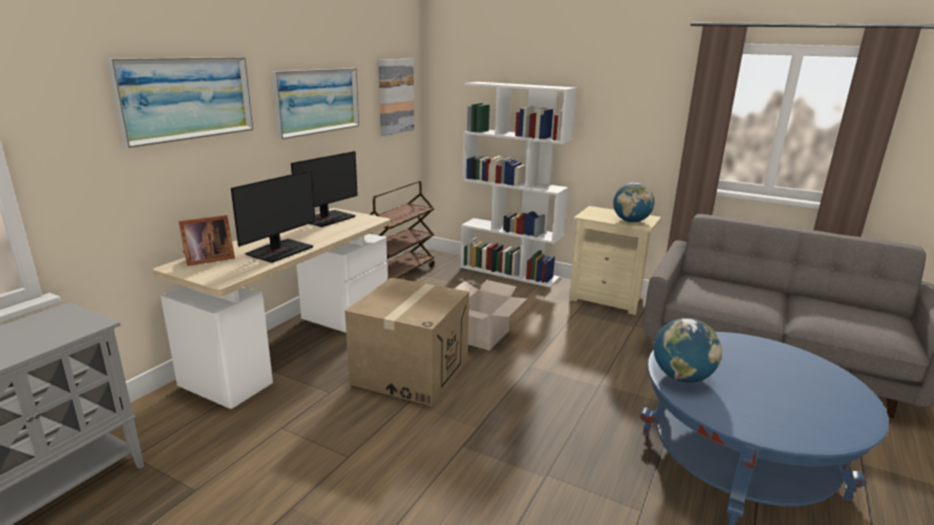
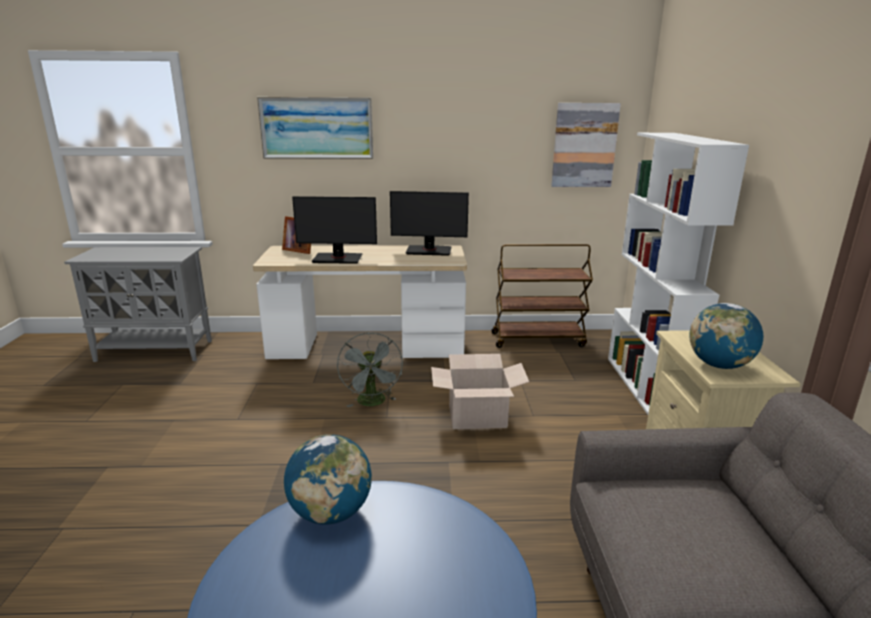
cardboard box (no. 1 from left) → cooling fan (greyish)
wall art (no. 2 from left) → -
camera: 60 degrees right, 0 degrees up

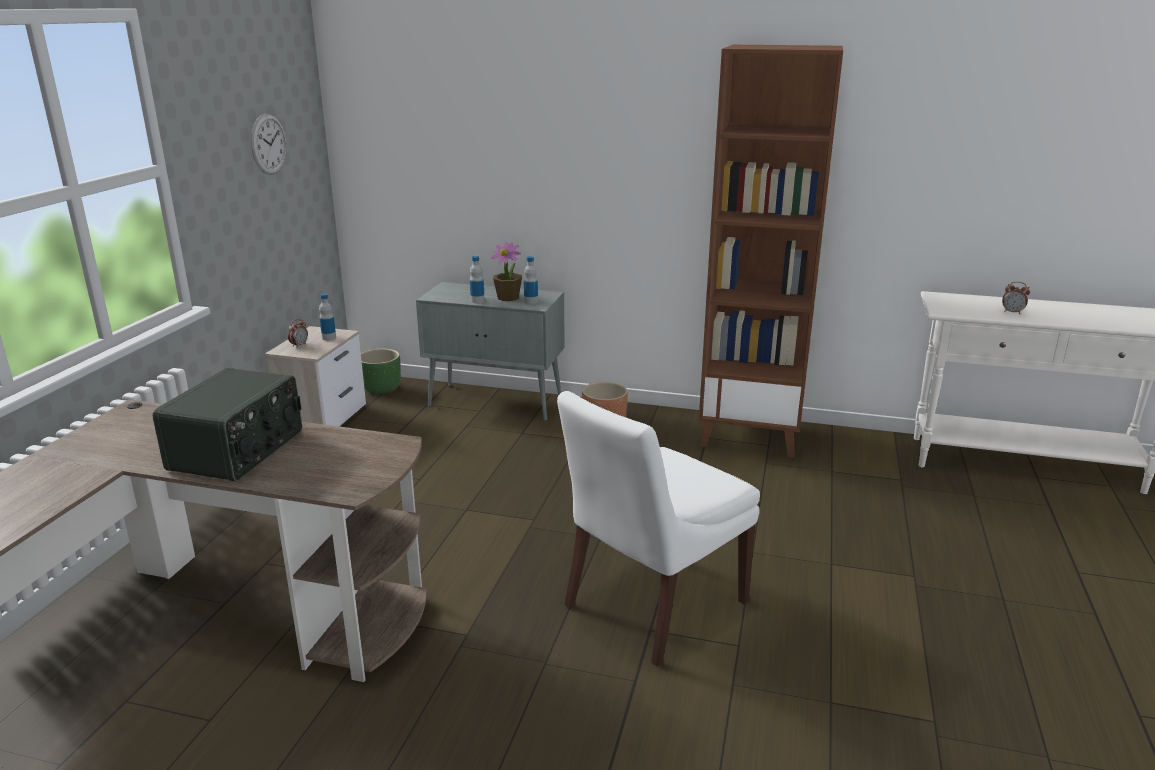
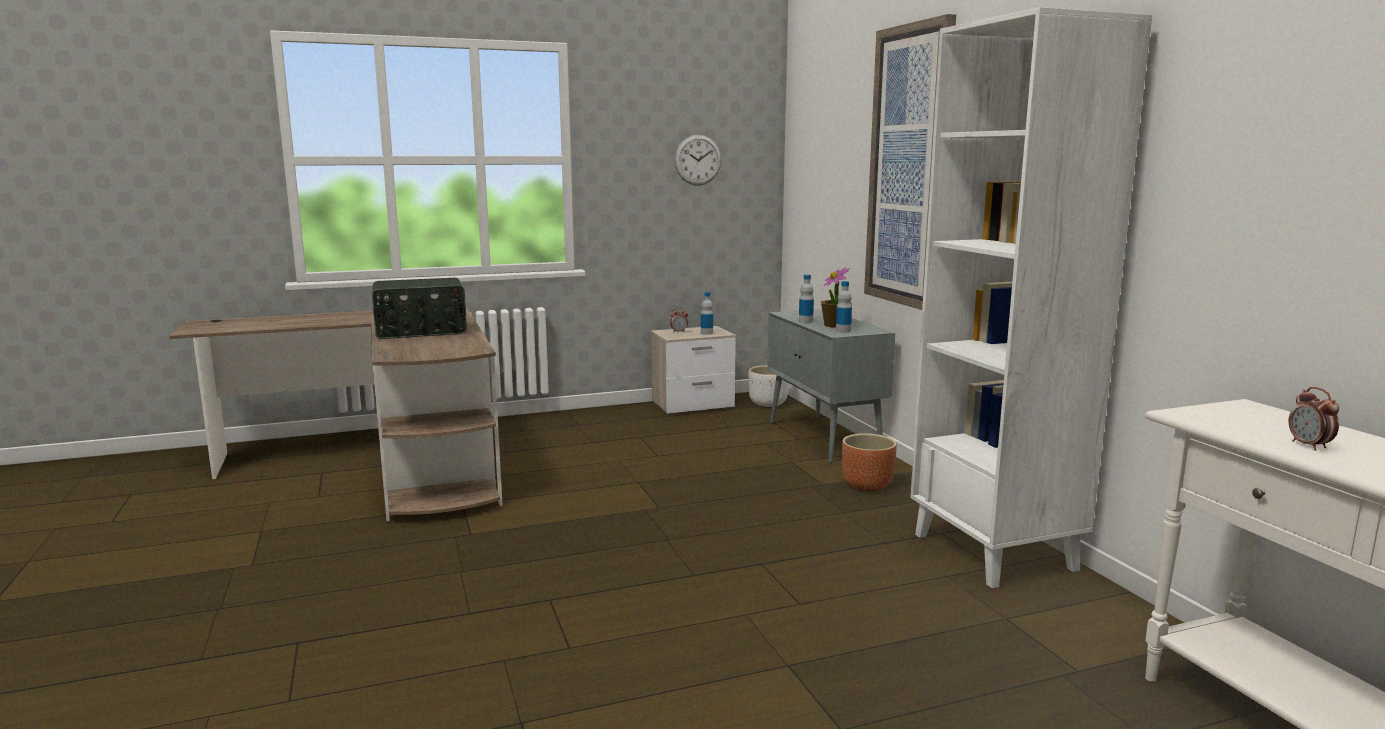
flower pot (green-coloured) → flower pot (white)
- → wall art
bookcase (brownish) → bookcase (white)
plain chair (white) → -
camera: 55 degrees right, 10 degrees down

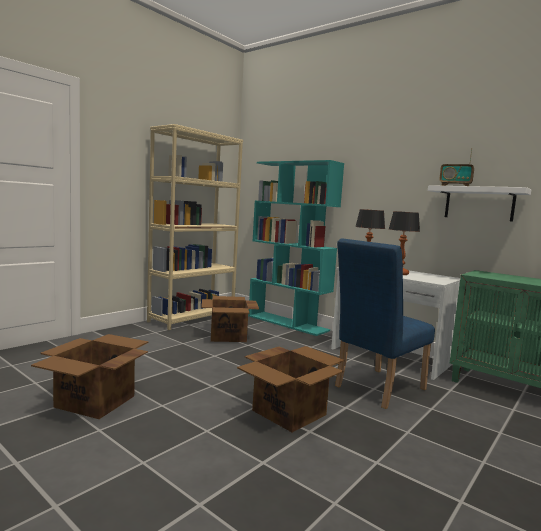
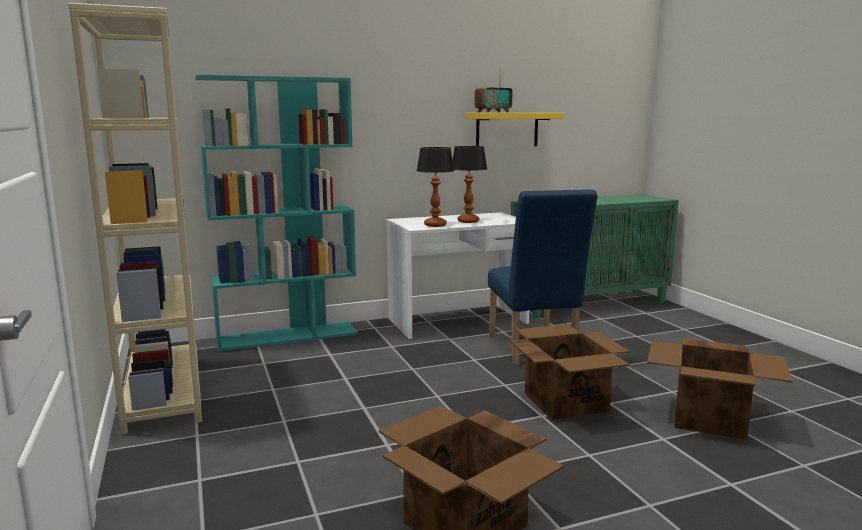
shelf (white) → shelf (yellowish)
cardboard box (no. 2 from left in the first image) → cardboard box (no. 3 from left), relocated
camera: 60 degrees left, 5 degrees up

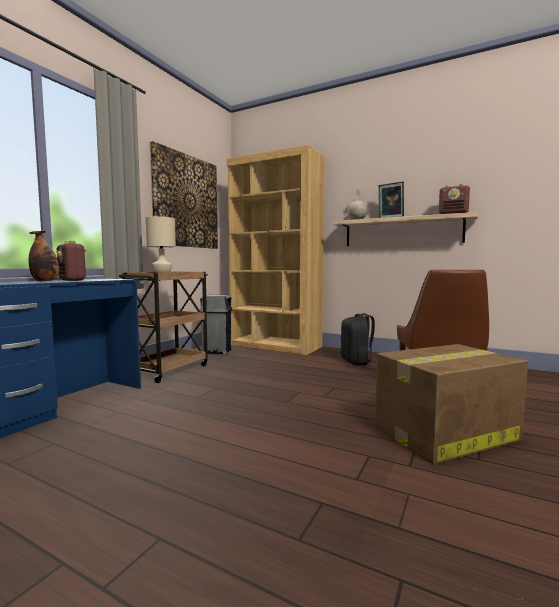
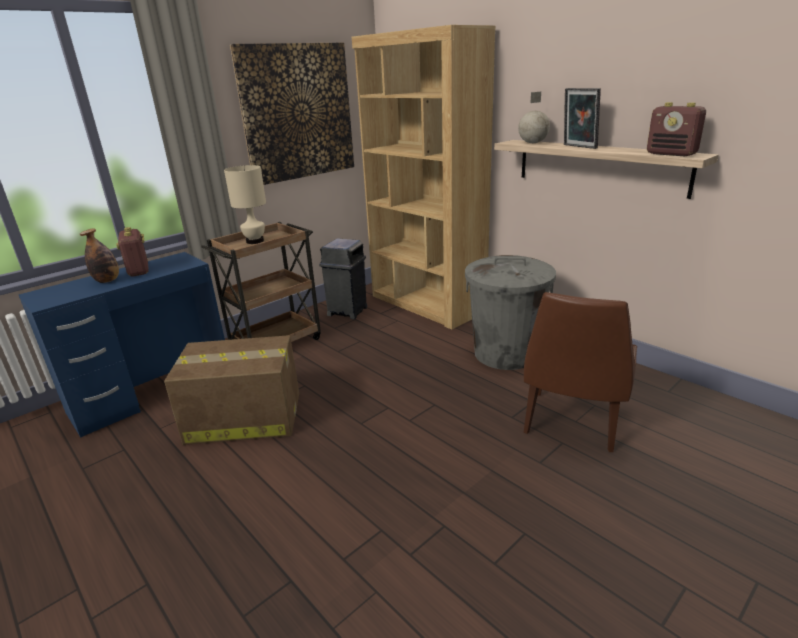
cardboard box, relocated
rucksack (black) → waste bin (greyish) (no. 2 from left)
camera: 20 degrees right, 20 degrees up

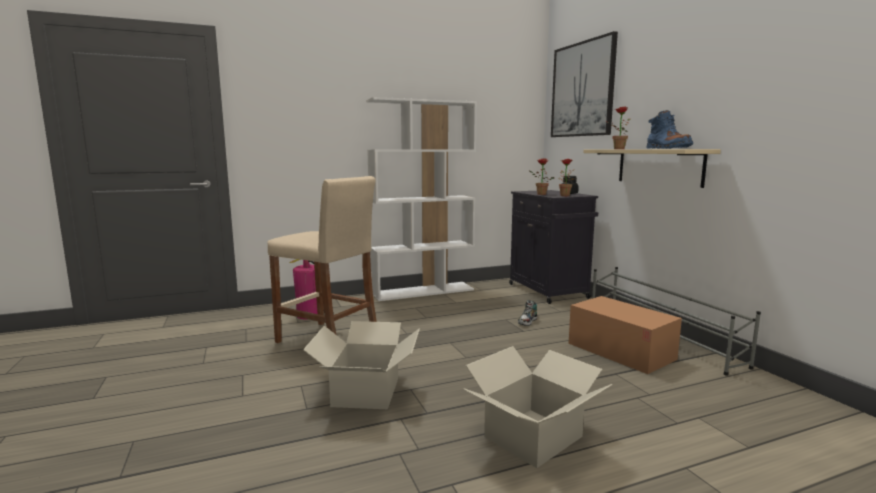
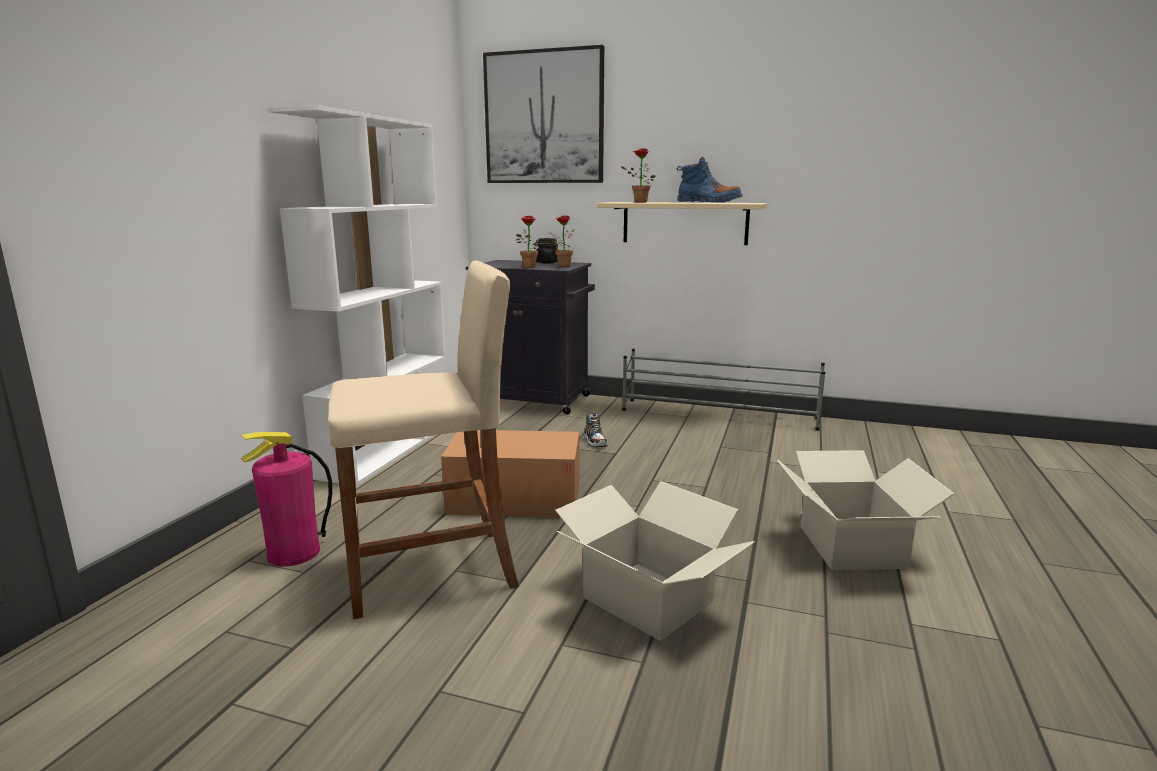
cardboard box (no. 3 from left in the first image) → cardboard box (no. 1 from left), relocated
camera: 50 degrees left, 5 degrees up

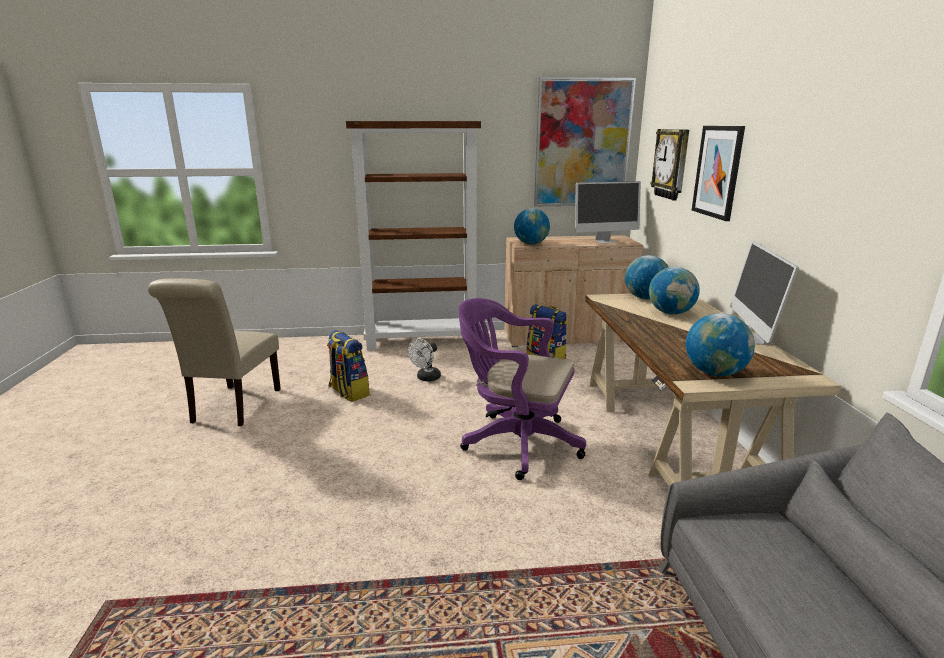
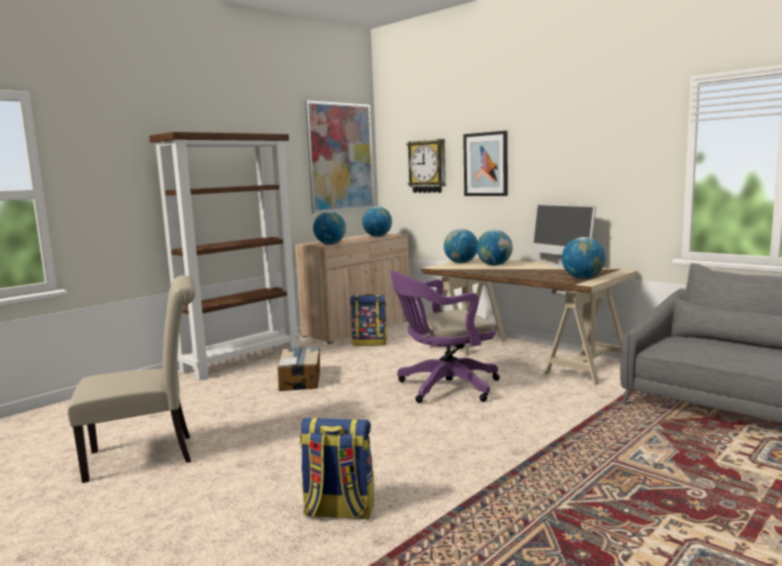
plain chair (beige-coloured), 75 degrees counterclockwise
cooling fan (white) → cardboard box
rucksack (no. 1 from left), relocated
computer display (no. 1 from left) → desk globe (no. 2 from left)
camera: 40 degrees left, 10 degrees down

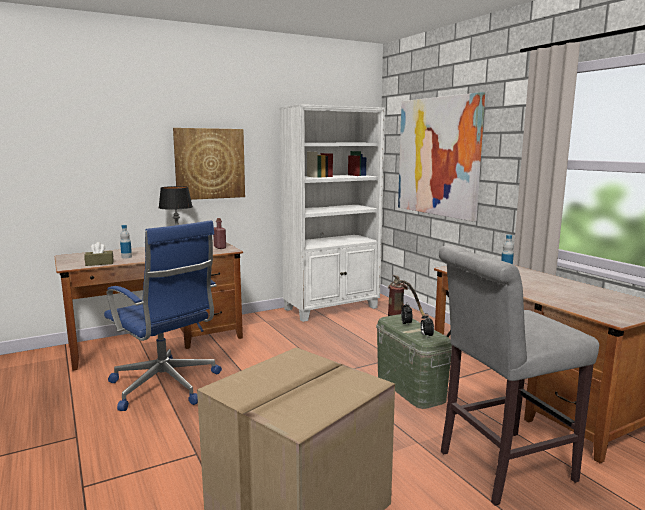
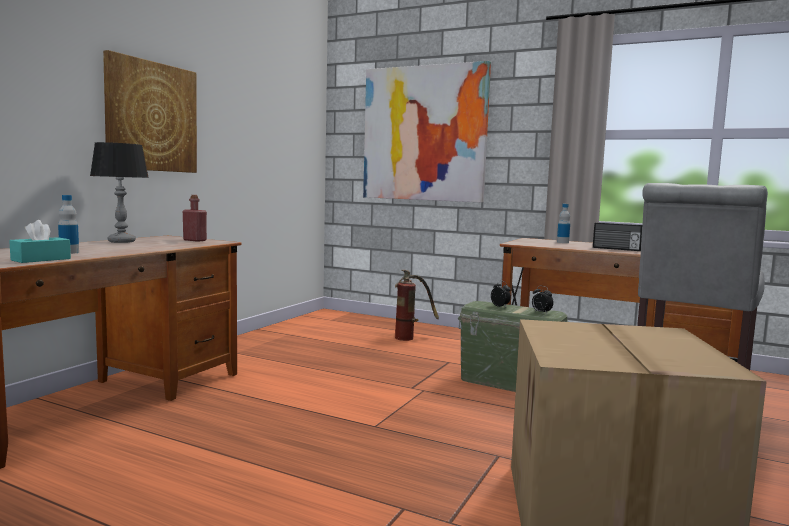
tissue holder (brownish) → tissue holder (turquoise)
- → radio set
office chair (blue) → -
bookcase (white) → -
camera: 35 degrees left, 5 degrees down

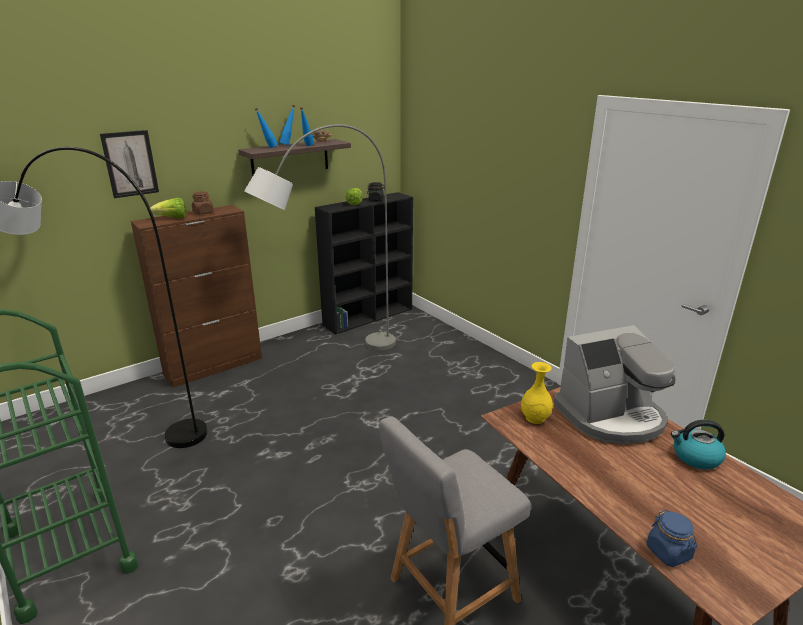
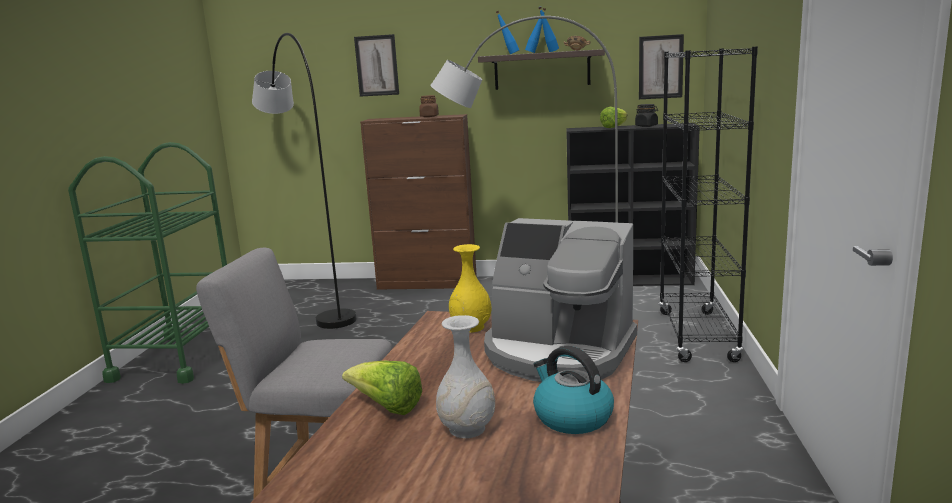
head of lettuce (no. 1 from left), relocated
- → decorative vase (white)
- → wall art (no. 2 from left)
- → bookcase (black) (no. 2 from left)
jar (blue) → -
camera: 45 degrees right, 10 degrees down

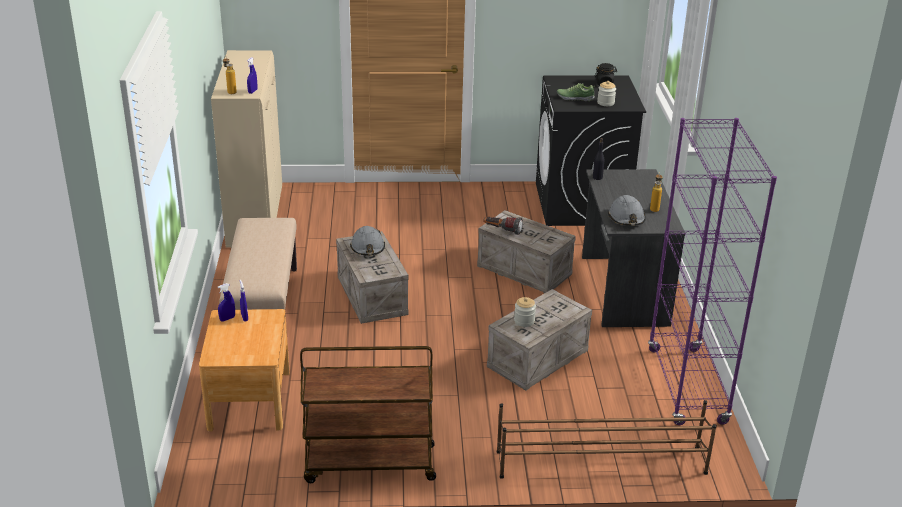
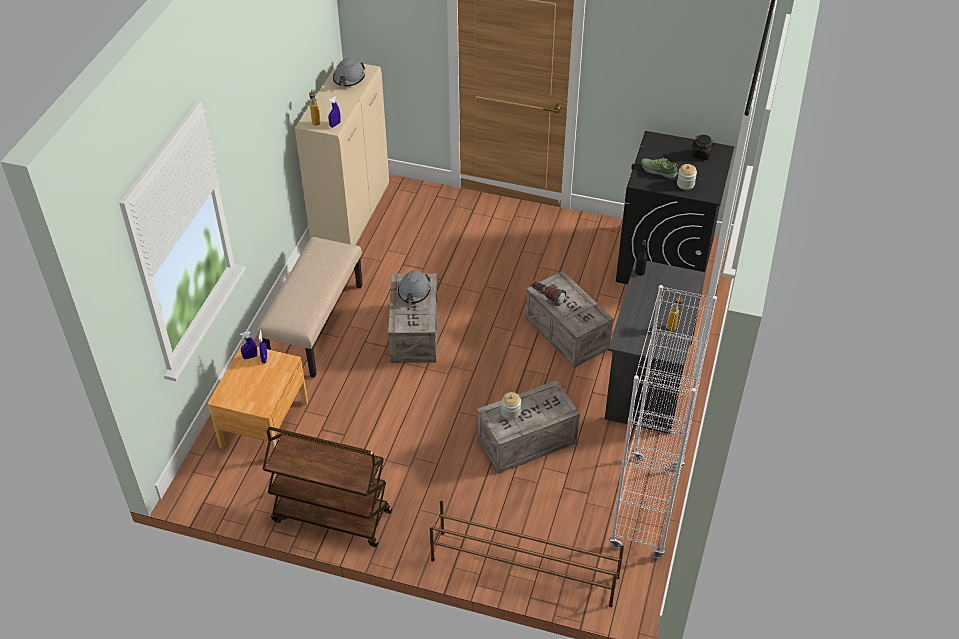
hard hat (greyish) (no. 2 from left in the first image) → hard hat (greyish) (no. 1 from left), relocated
bookcase (purple-coloured) → bookcase (white)
camera: 20 degrees right, 15 degrees up

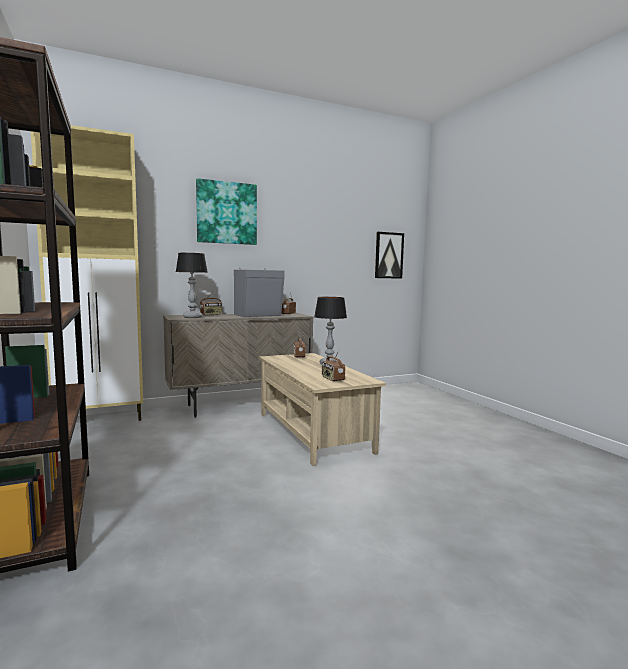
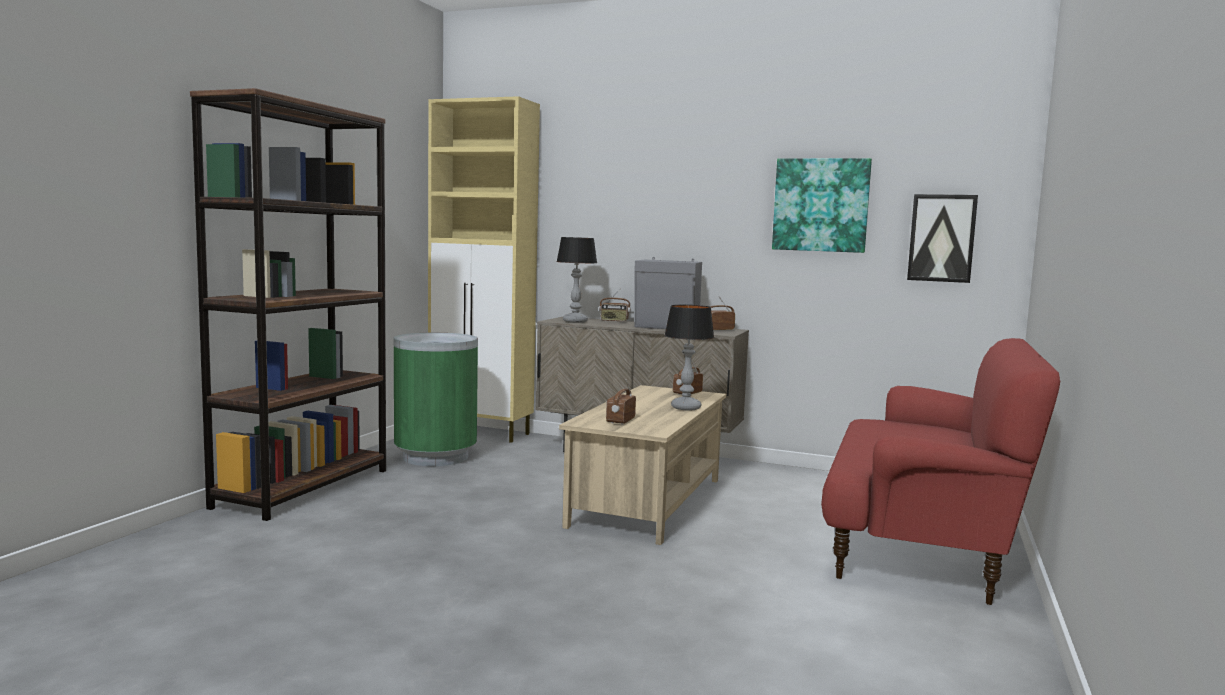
- → waste bin (green-coloured)
wall art (no. 1 from left), relocated
- → settee (red-coloured)
camera: 45 degrees right, 0 degrees up

